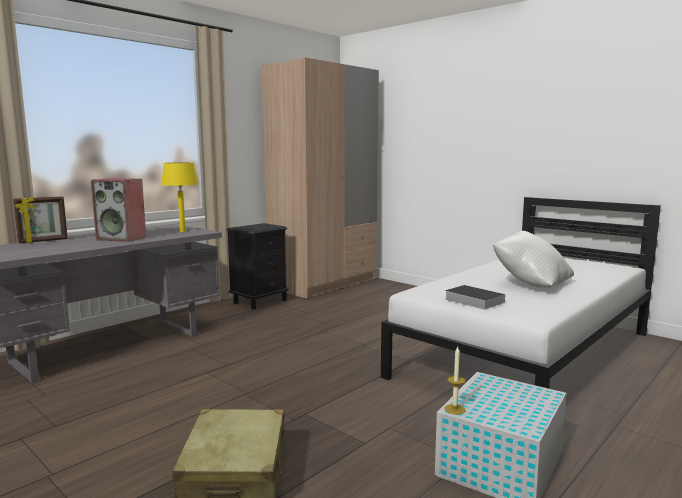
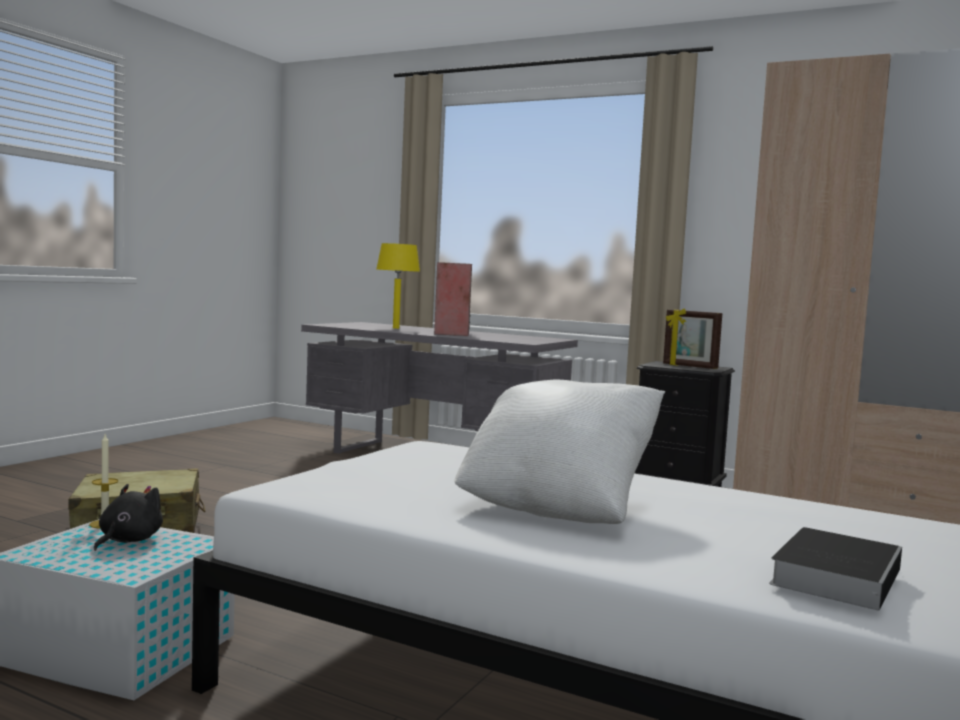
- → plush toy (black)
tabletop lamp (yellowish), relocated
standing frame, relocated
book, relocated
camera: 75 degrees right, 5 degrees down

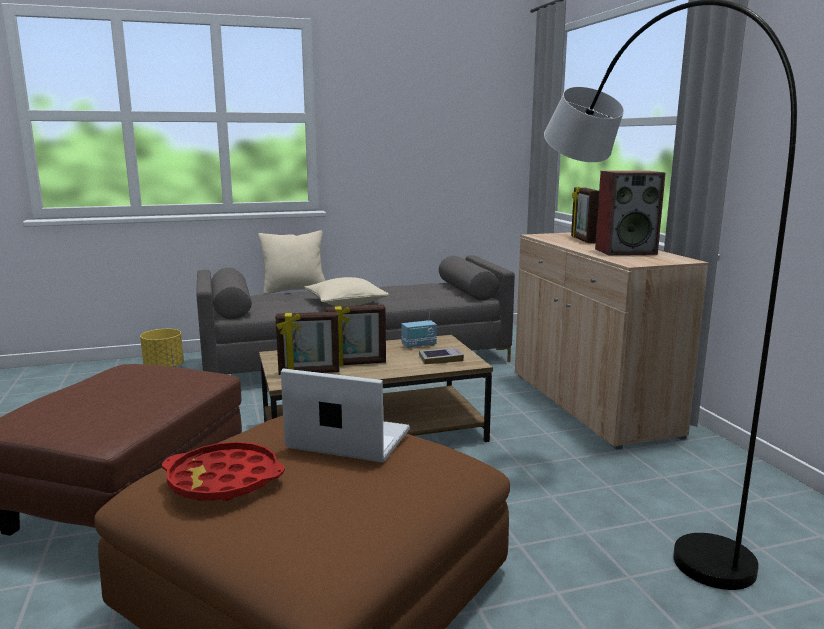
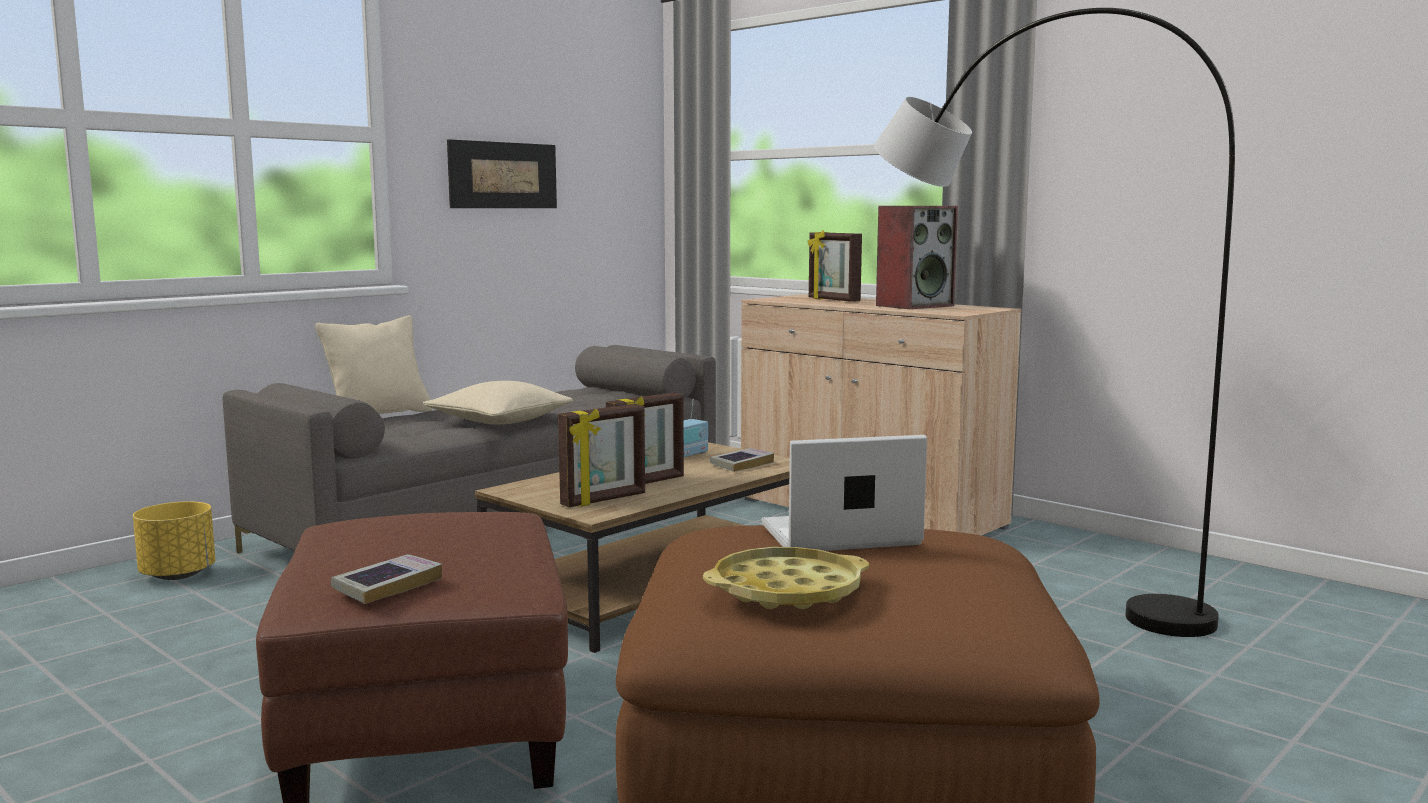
- → book (no. 1 from left)
- → wall art
serving tray (red-coloured) → serving tray (yellowish)
camera: 30 degrees left, 5 degrees down

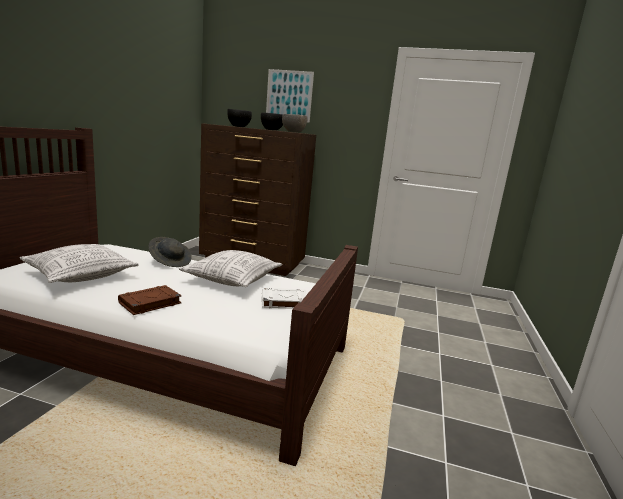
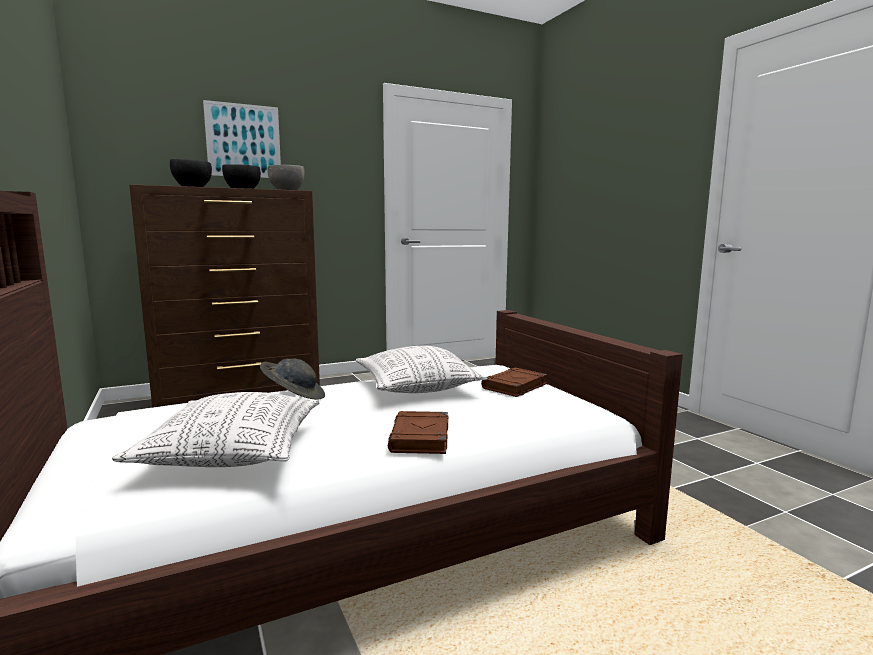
book (white) → book (brownish) (no. 2 from left)
camera: 40 degrees left, 5 degrees down

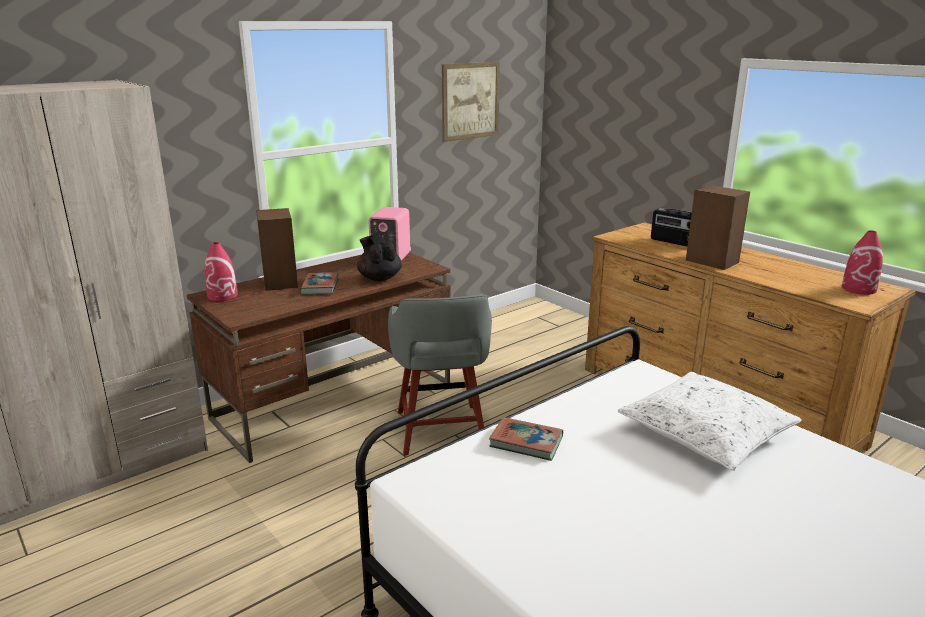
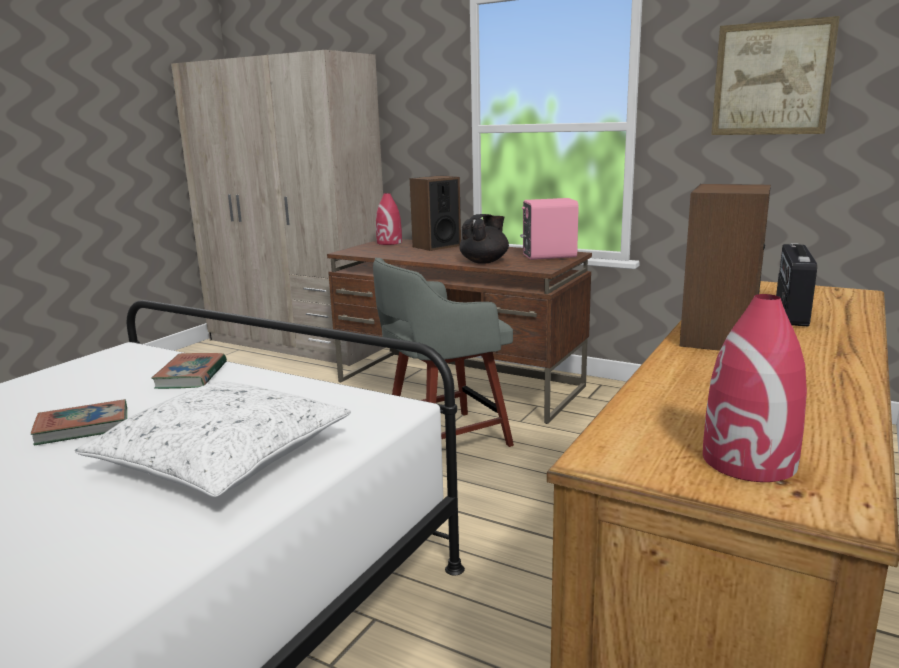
book (no. 1 from left), relocated
camera: 70 degrees right, 5 degrees down

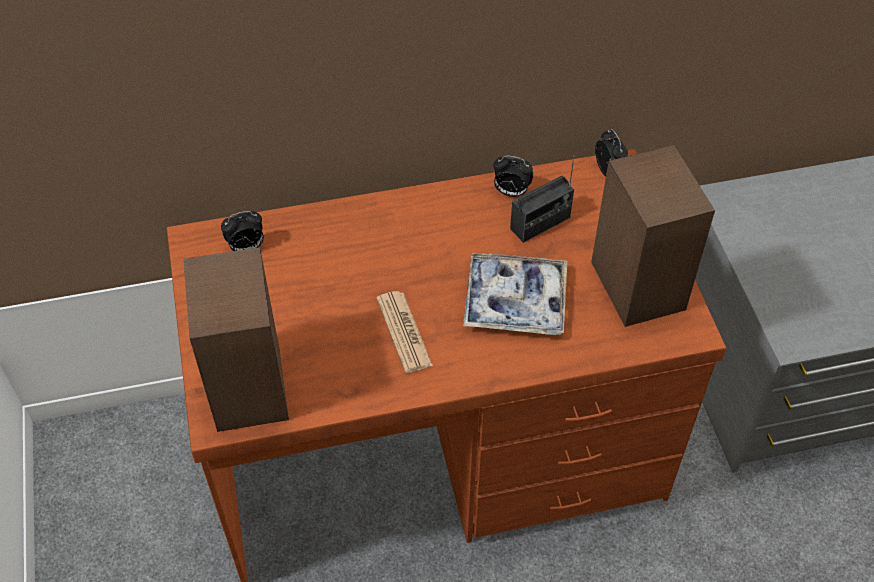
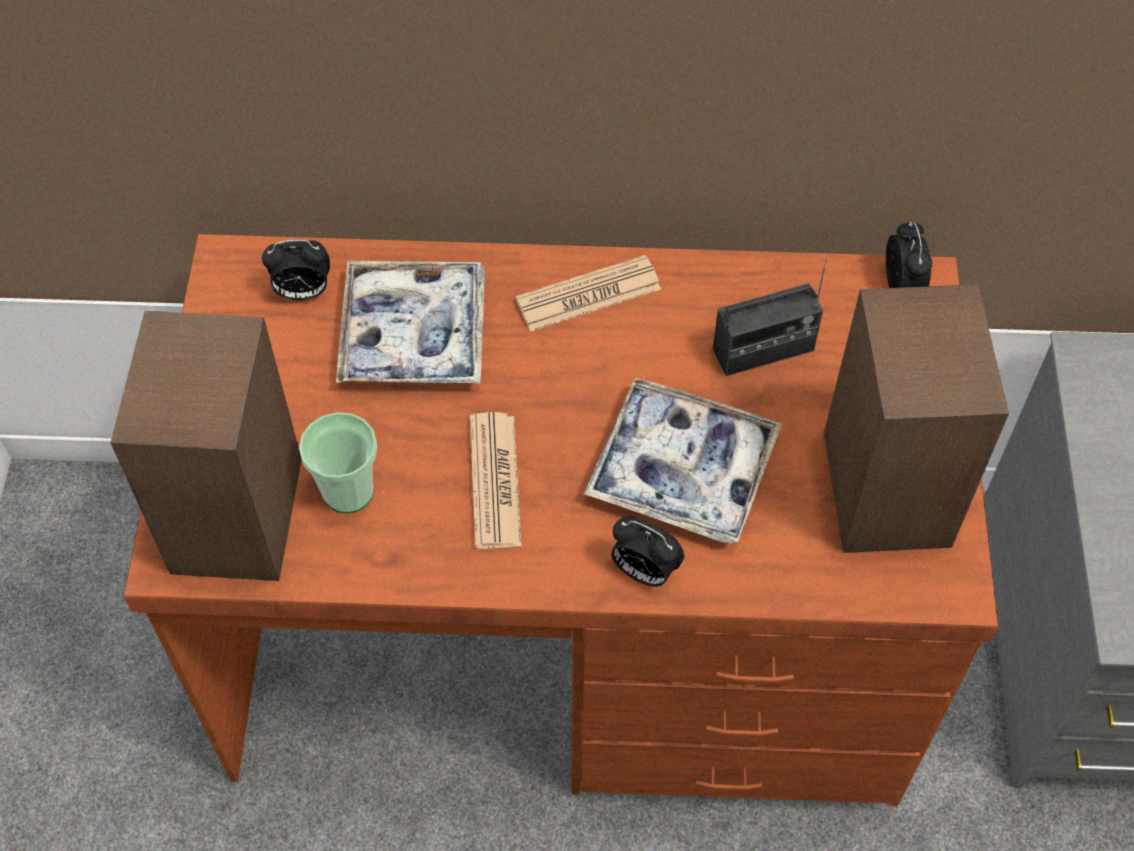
- → drinking cup
- → serving tray (no. 1 from left)
- → daily paper (no. 2 from left)
alarm clock (no. 2 from left), relocated
camera: 15 degrees right, 5 degrees up

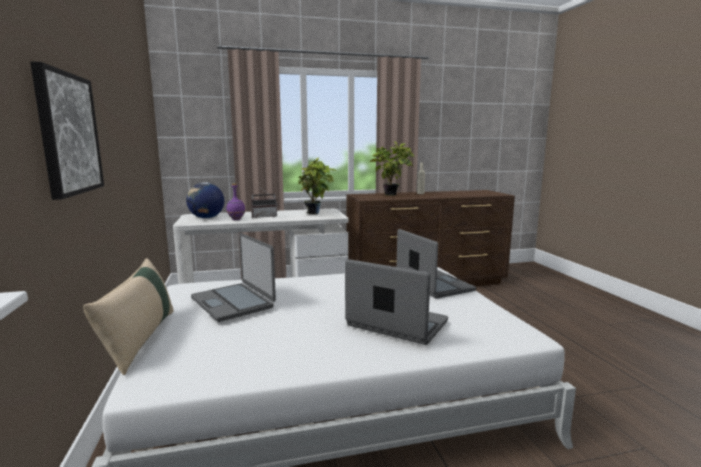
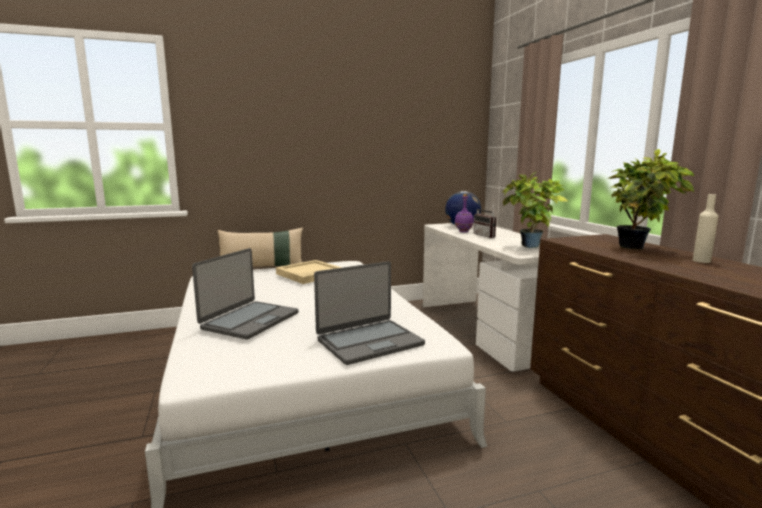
portable computer (no. 1 from left) → serving tray (beige-coloured)
wall art → -
camera: 85 degrees right, 0 degrees up

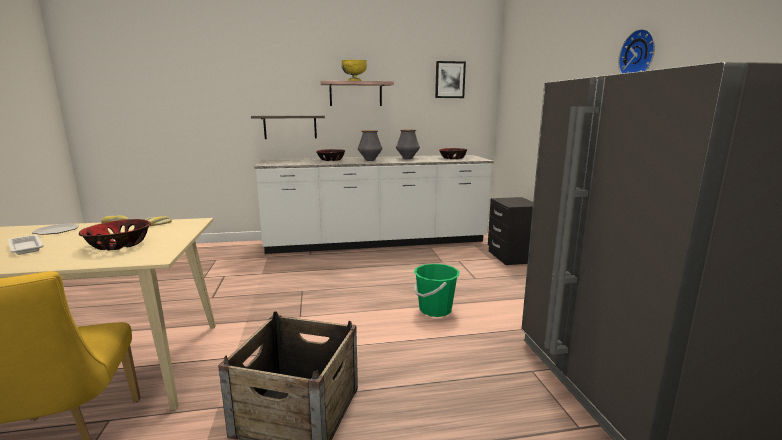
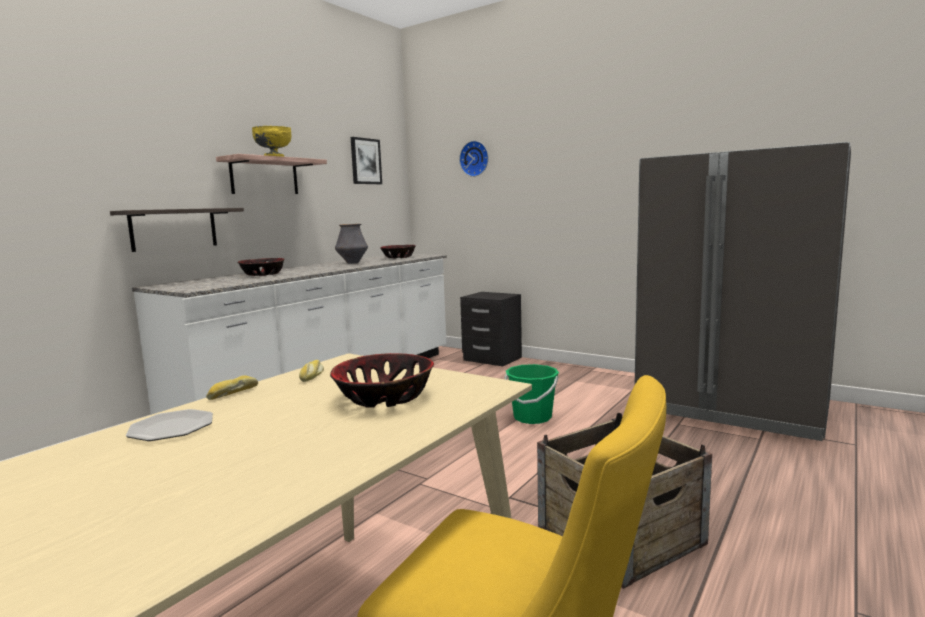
clock on the wall, relocated
serving tray (white) → -
decorative vase (no. 1 from left) → -
camera: 45 degrees left, 5 degrees down

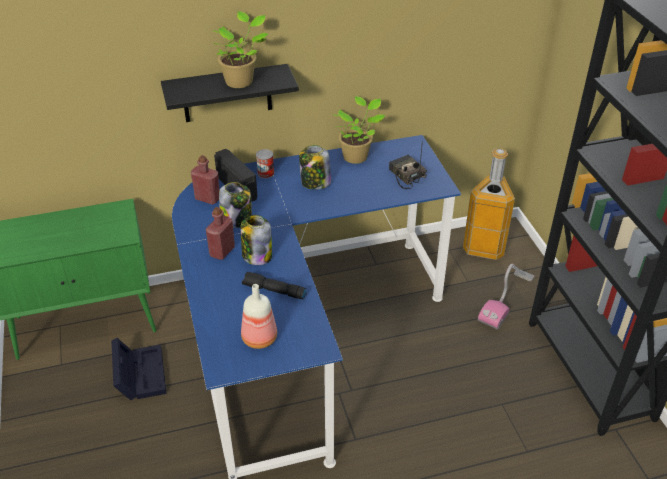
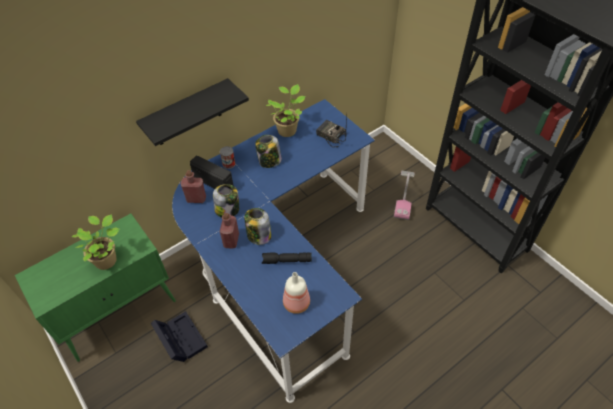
plant in a pot (no. 1 from left), relocated
waste bin → -
camera: 20 degrees left, 10 degrees up

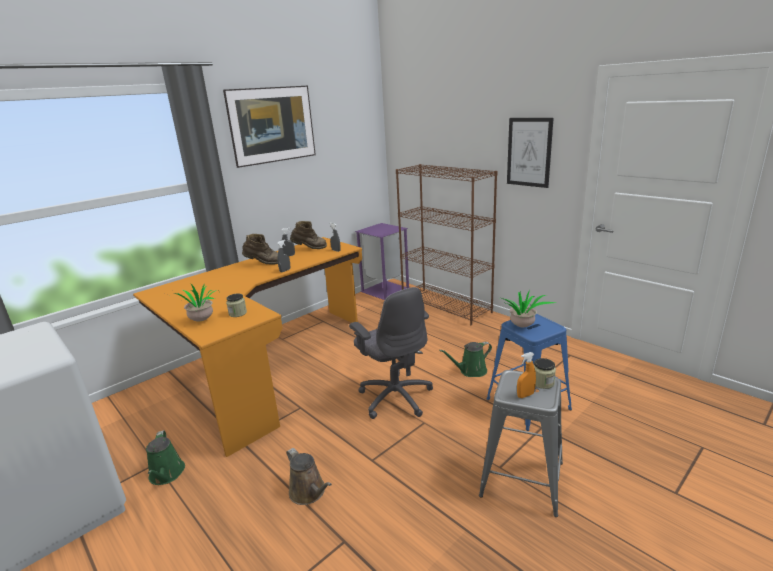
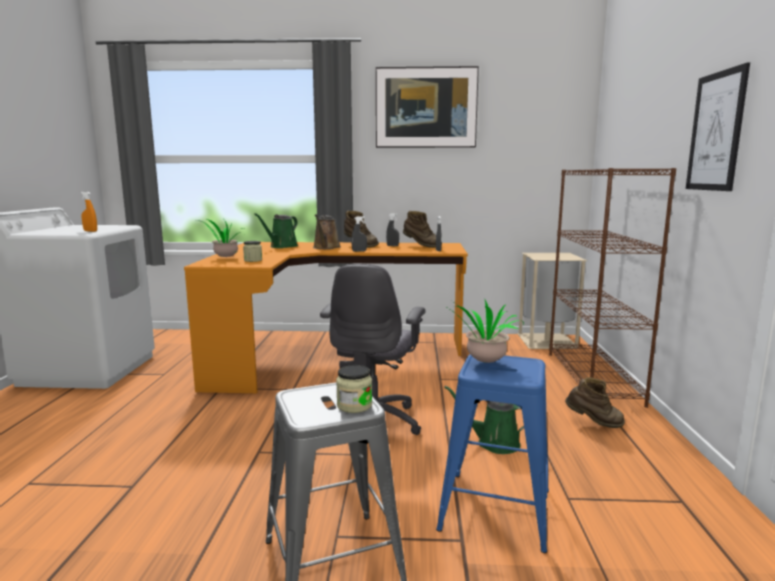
sprayer (orangey), relocated
watering pot (green-coloured) (no. 1 from left), relocated
watering pot (brownish), relocated
waste bin (purple-coloured) → waste bin (beige-coloured)
- → high-top boot (brownish) (no. 3 from left)
camera: 45 degrees right, 10 degrees down

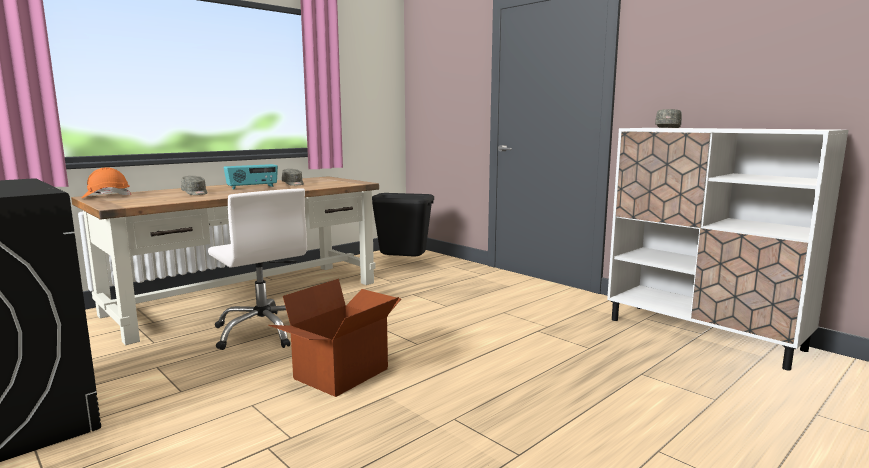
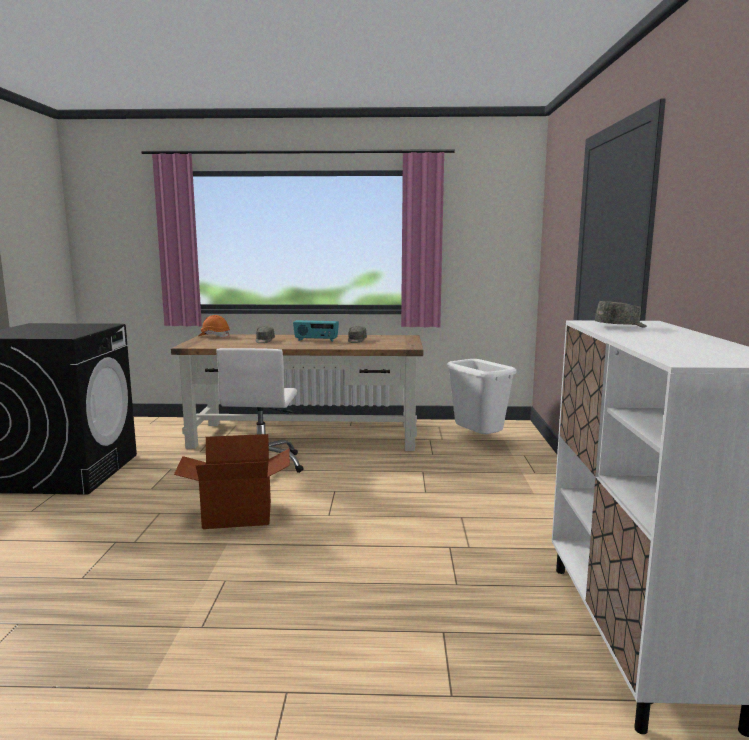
waste bin (black) → waste bin (white)
camera: 45 degrees right, 0 degrees up

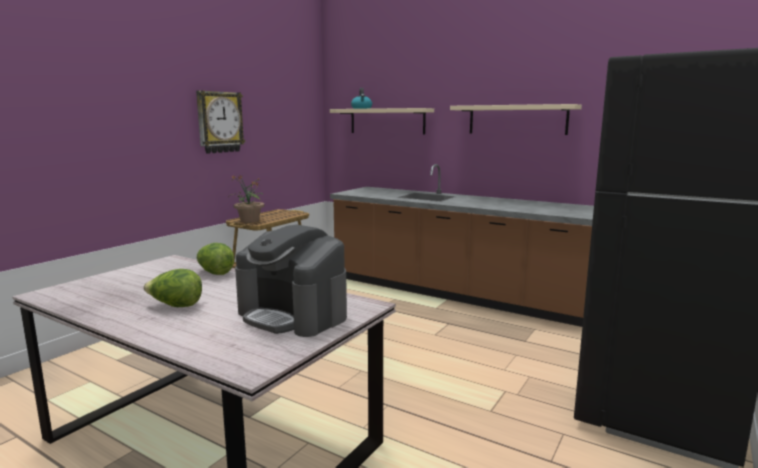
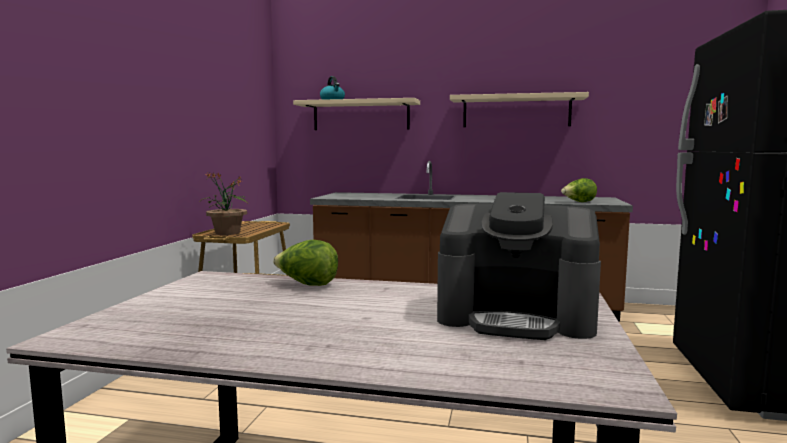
head of lettuce (no. 1 from left in the first image) → head of lettuce (no. 2 from left), relocated
clock on the wall → -
camera: 20 degrees left, 5 degrees down

